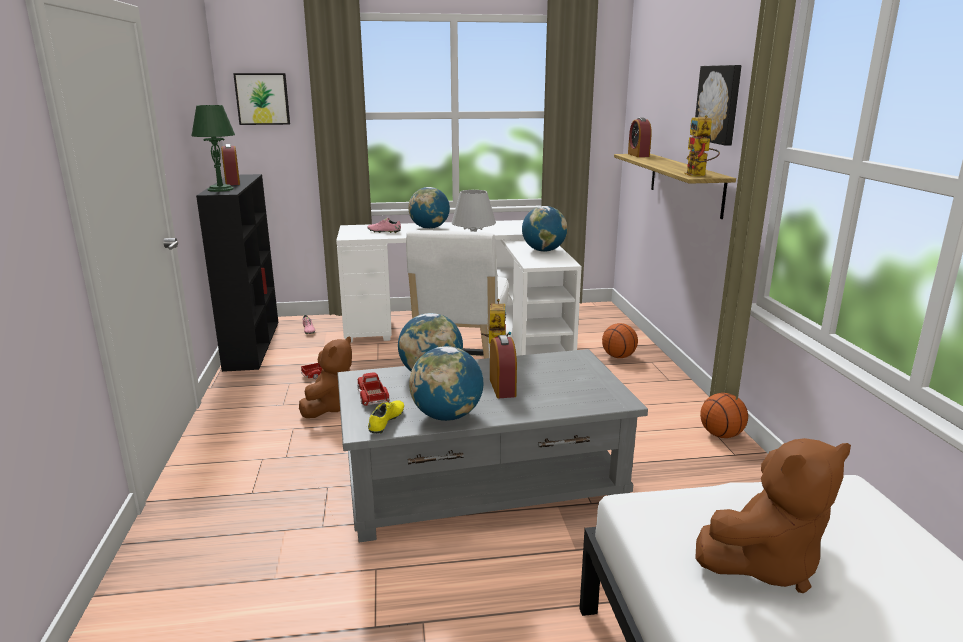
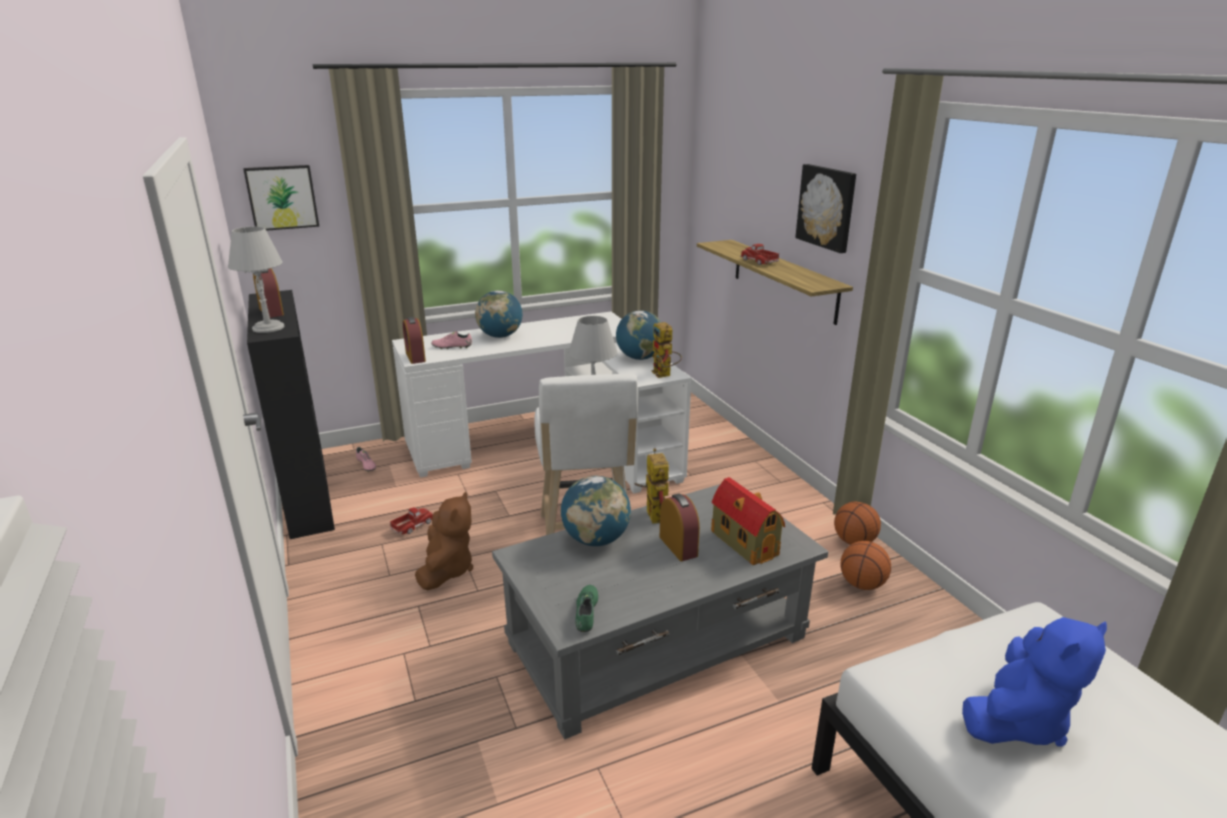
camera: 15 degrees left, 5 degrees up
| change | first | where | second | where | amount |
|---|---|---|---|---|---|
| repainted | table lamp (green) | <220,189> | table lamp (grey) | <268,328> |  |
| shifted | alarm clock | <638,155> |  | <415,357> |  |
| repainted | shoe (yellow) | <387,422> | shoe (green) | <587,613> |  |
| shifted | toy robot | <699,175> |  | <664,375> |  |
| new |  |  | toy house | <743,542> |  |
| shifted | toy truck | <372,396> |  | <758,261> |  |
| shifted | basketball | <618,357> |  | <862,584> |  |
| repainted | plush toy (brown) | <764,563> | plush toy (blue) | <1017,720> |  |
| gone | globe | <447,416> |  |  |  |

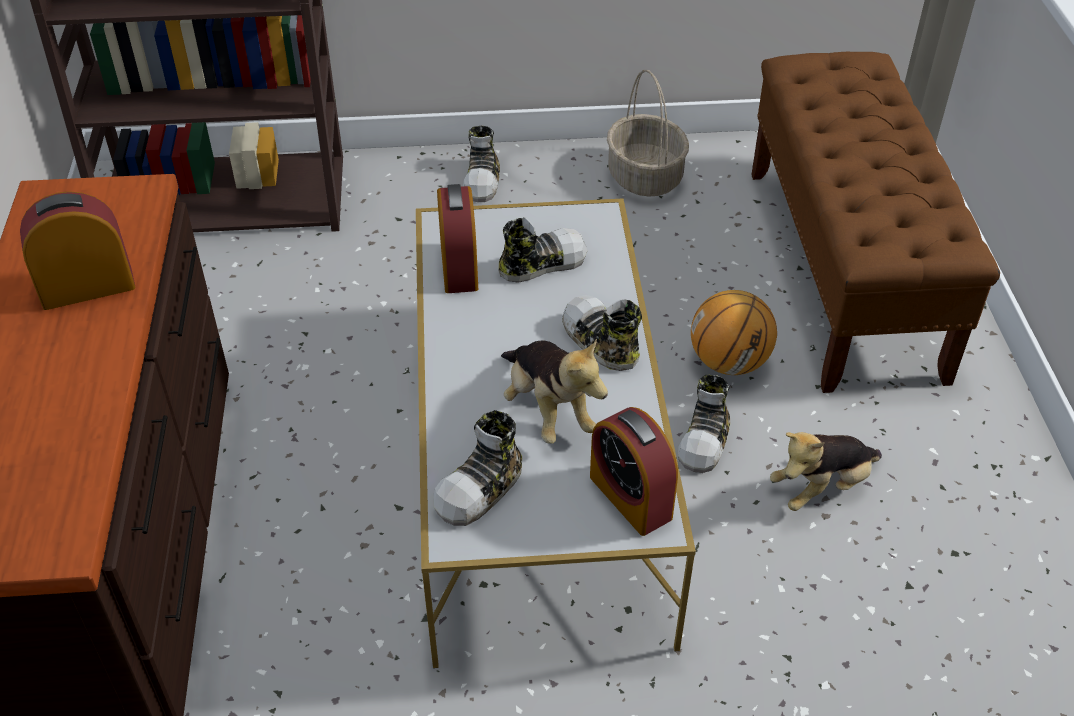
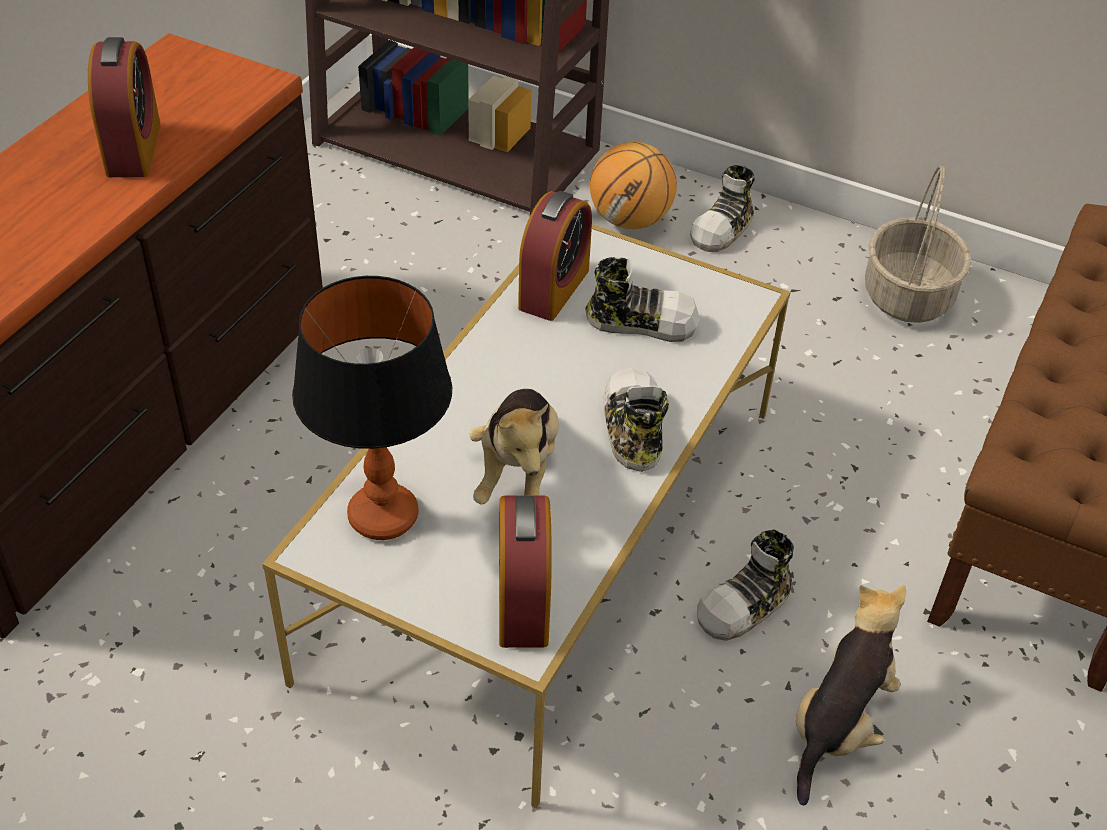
camera: 30 degrees right, 0 degrees up
| change | first | where | second | where | amount |
|---|---|---|---|---|---|
| rotated | alarm clock | <87,287> |  | <133,149> | 75 degrees clockwise |
| swapped | shoe | <481,489> | table lamp | <384,517> |  |
| shifted | basketball | <729,362> |  | <630,220> |  |
| rotated | plush toy | <822,487> |  | <839,723> | 120 degrees clockwise |

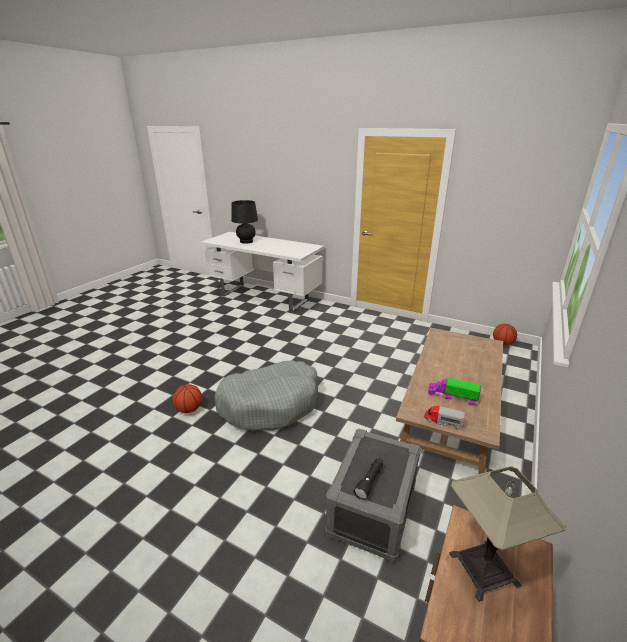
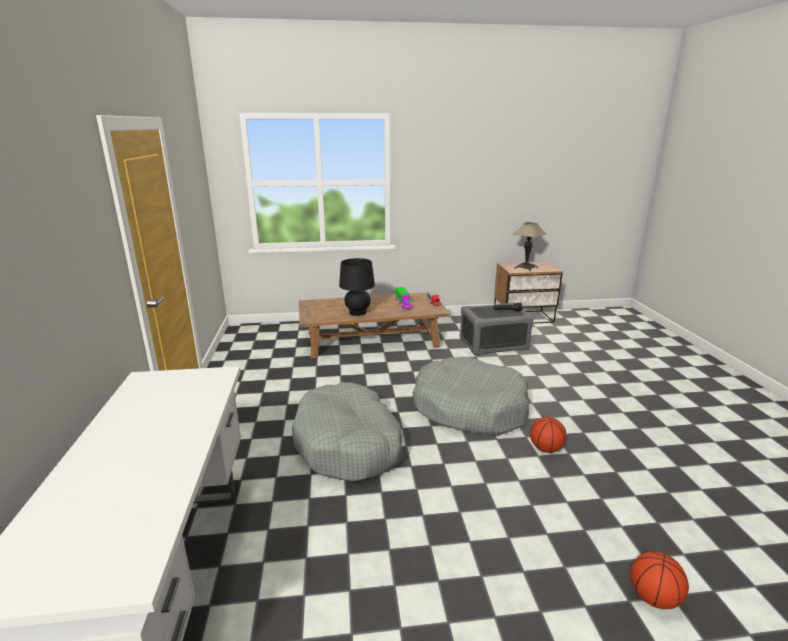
camera: 125 degrees left, 5 degrees down
| change | first | where | second | where | amount |
|---|---|---|---|---|---|
| new |  |  | dog bed (grey) | <349,444> |  |
| shifted | table lamp (black) | <246,241> |  | <357,312> |  |
| shifted | basketball | <502,344> |  | <653,598> |  |

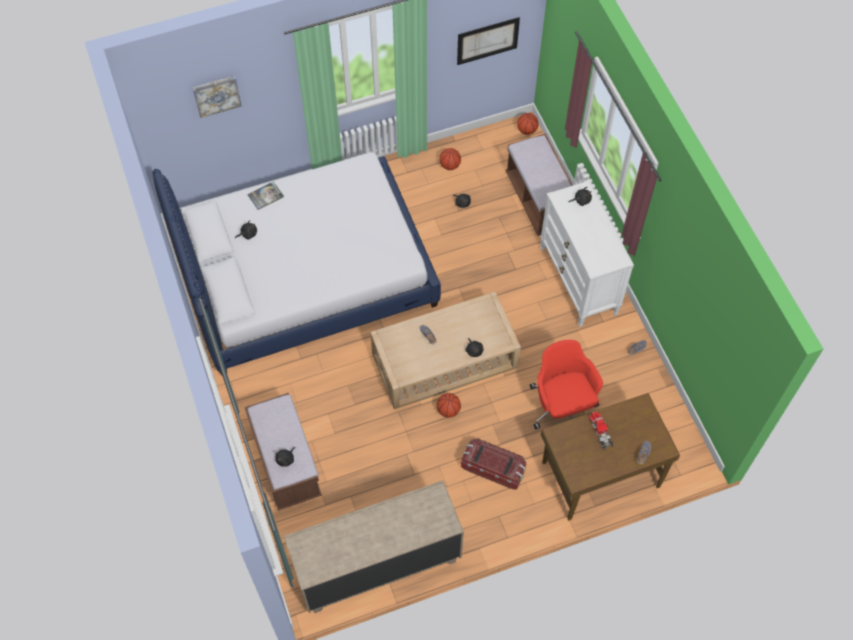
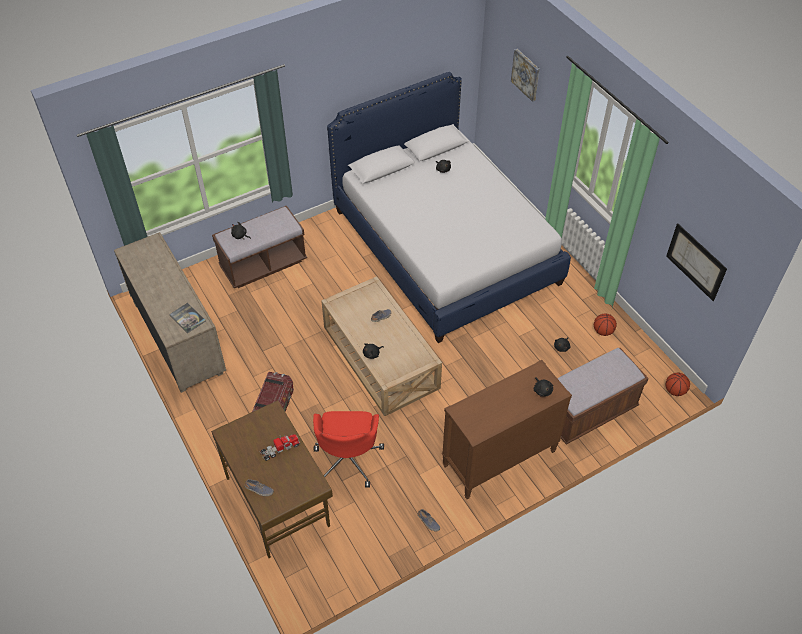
camera: 80 degrees right, 10 degrees down
| change | first | where | second | where | amount |
|---|---|---|---|---|---|
| shifted | book | <265,196> |  | <187,318> |  |
| rotated | office chair (red) | <562,406> |  | <348,459> | 120 degrees clockwise |
| repainted | dresser (white) | <578,281> | dresser (brown) | <499,459> |  |
| gone | basketball | <448,410> |  |  |  |

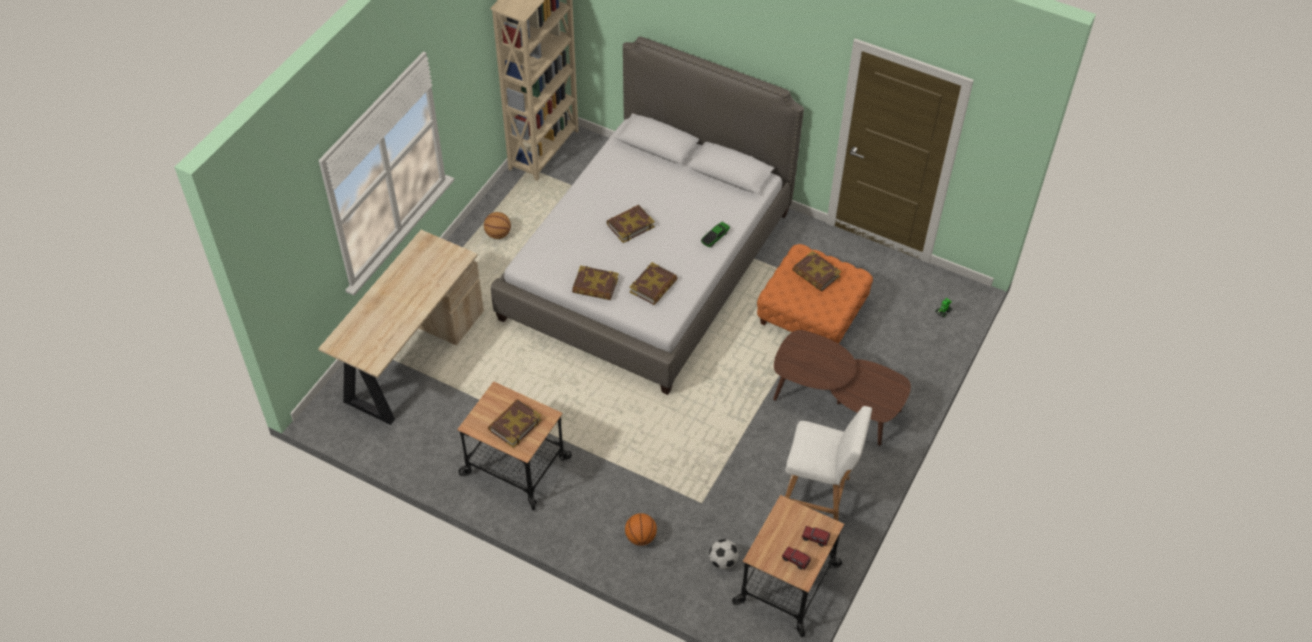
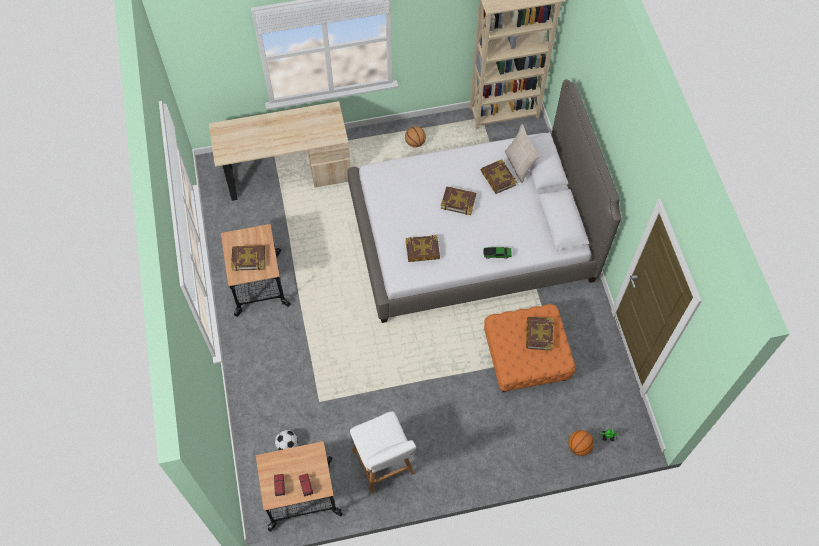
camera: 50 degrees right, 10 degrees up
| change | first | where | second | where | amount |
|---|---|---|---|---|---|
| shifted | book | <595,286> |  | <498,178> |  |
| new |  |  | pillow (beige) | <519,165> |  |
| shifted | basketball | <640,537> |  | <579,447> |  |
| gone | coffee table (brown) | <835,403> |  |  |  |

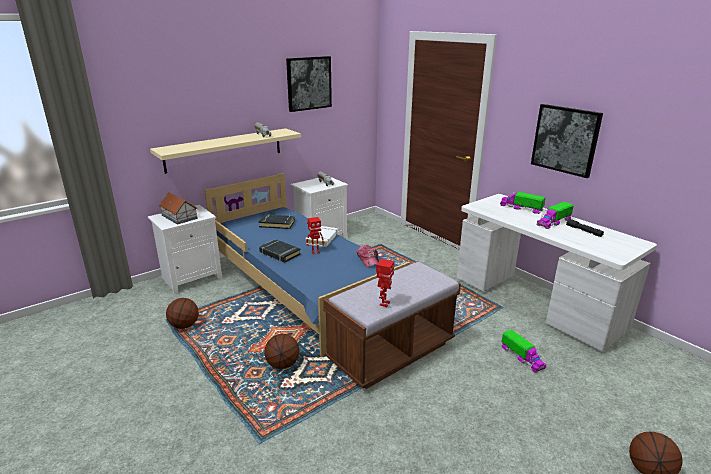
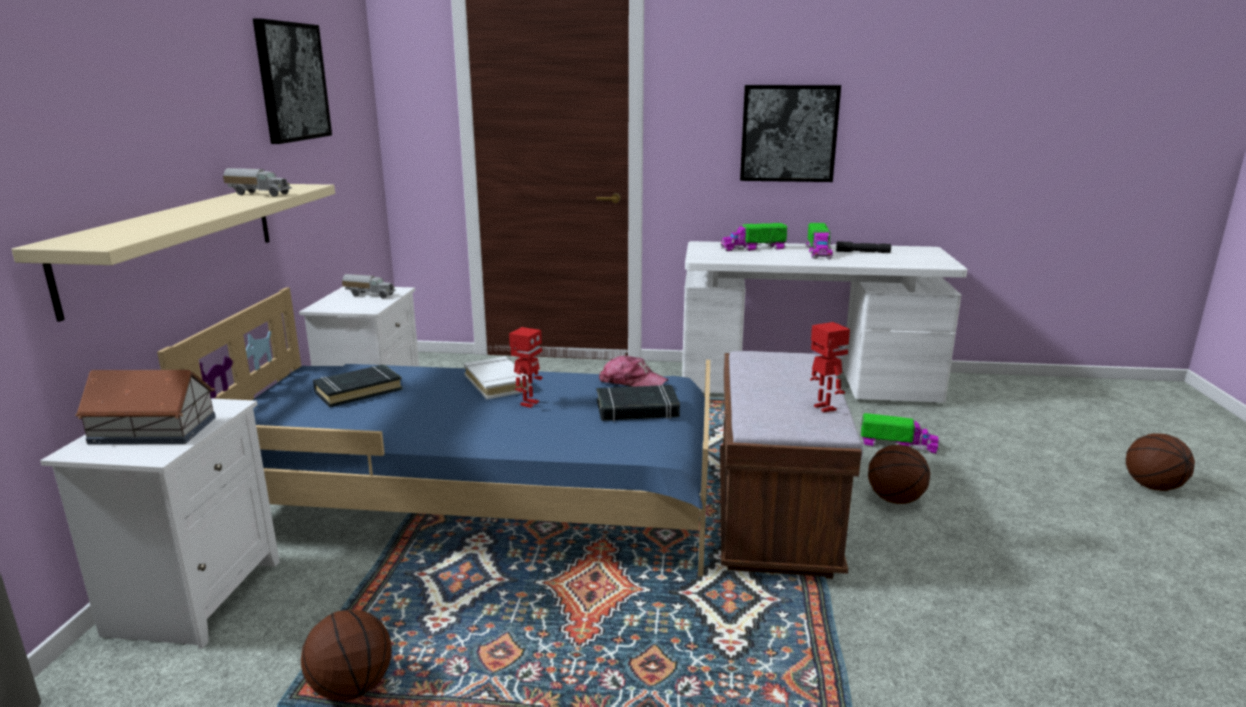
camera: 45 degrees left, 5 degrees down
| change | first | where | second | where | amount |
|---|---|---|---|---|---|
| shifted | book (black) | <279,253> |  | <637,409> |  |
| shifted | basketball | <282,364> |  | <894,499> |  |

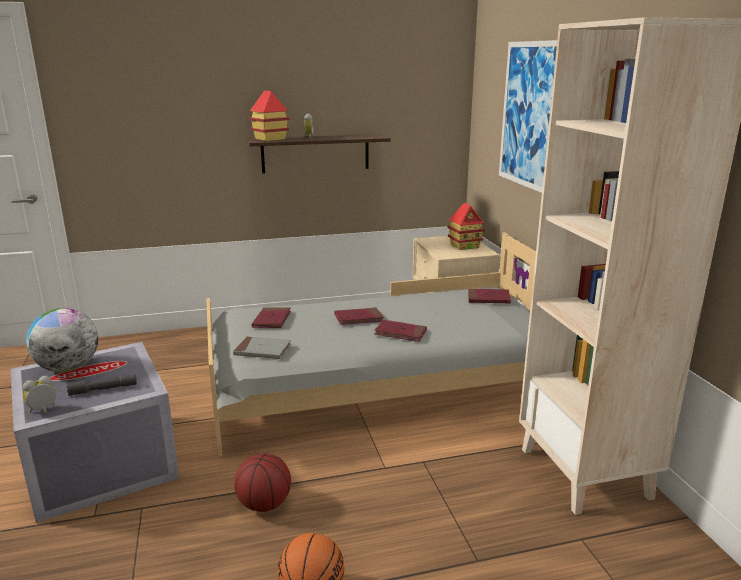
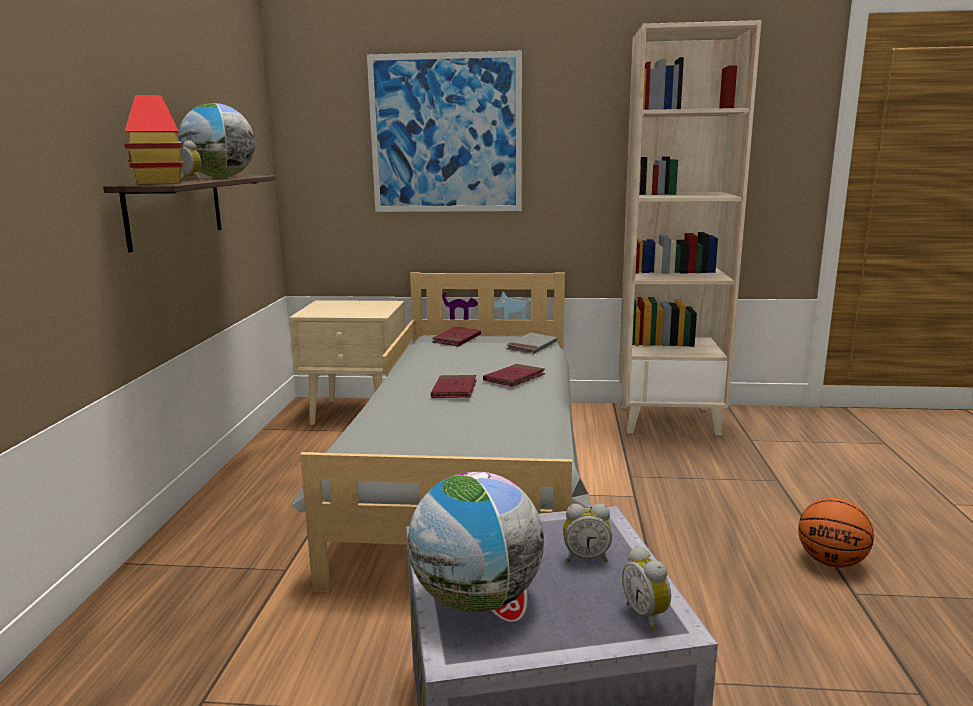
camera: 70 degrees left, 5 degrees down
| change | first | where | second | where | amount |
|---|---|---|---|---|---|
| new |  |  | globe | <221,177> |  |
| shifted | book (grey) | <262,350> |  | <532,346> |  |
| swapped | flashlight (grey) | <103,389> | alarm clock | <586,557> |  |
| gone | basketball | <265,504> |  |  |  |
| gone | book (red) | <272,320> |  |  |  |
| gone | toy house | <465,246> |  |  |  |

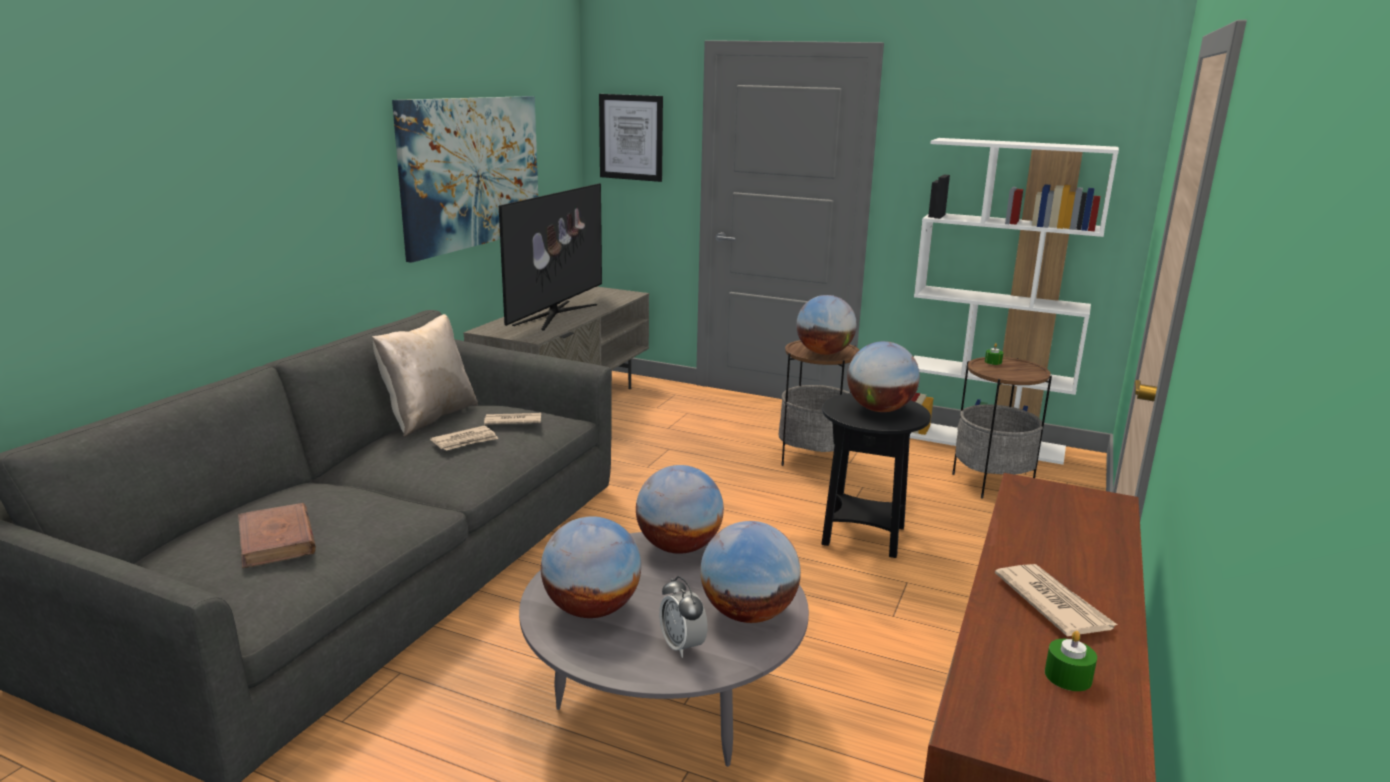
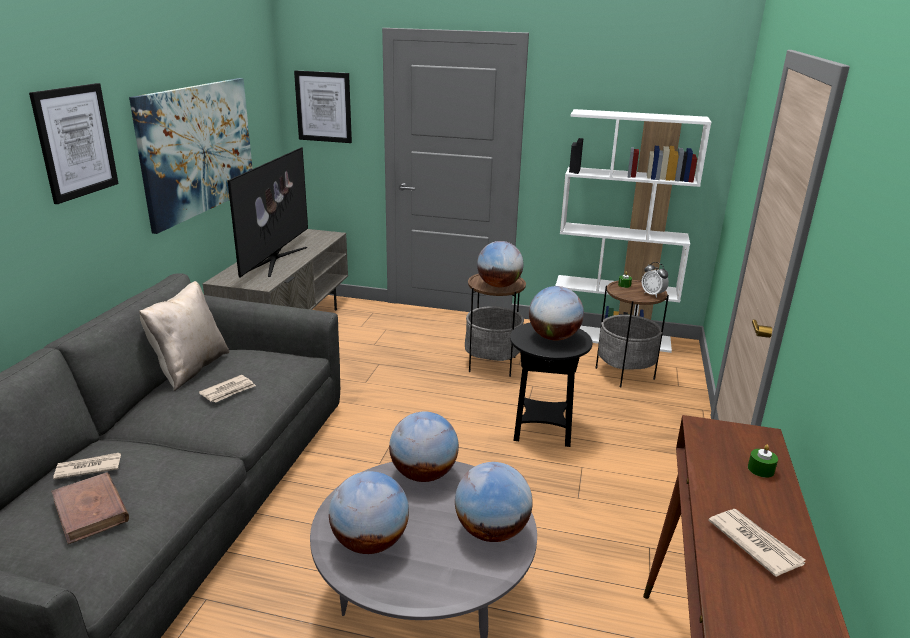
camera: 10 degrees left, 5 degrees up
| change | first | where | second | where | amount |
|---|---|---|---|---|---|
| new |  |  | picture | <75,142> |  |
| shifted | newspaper | <512,421> |  | <88,468> |  |
| shifted | alarm clock | <682,646> |  | <653,294> |  |
| shifted | candle (green) | <1068,676> |  | <760,469> |  |

